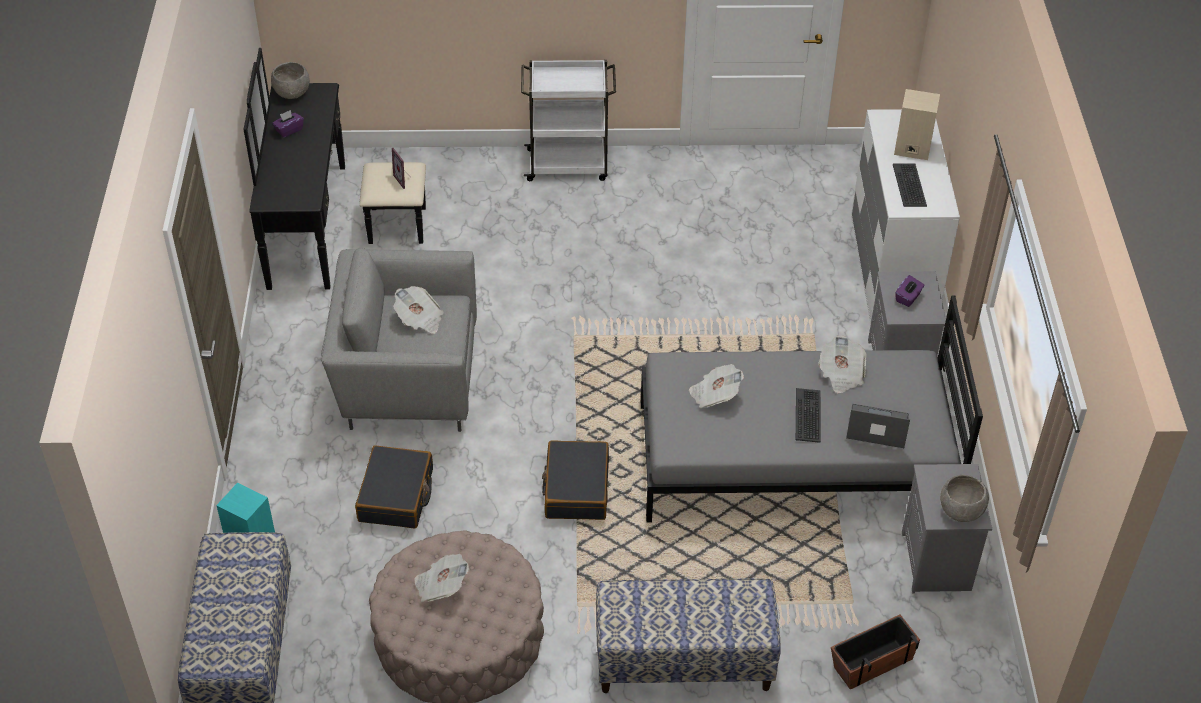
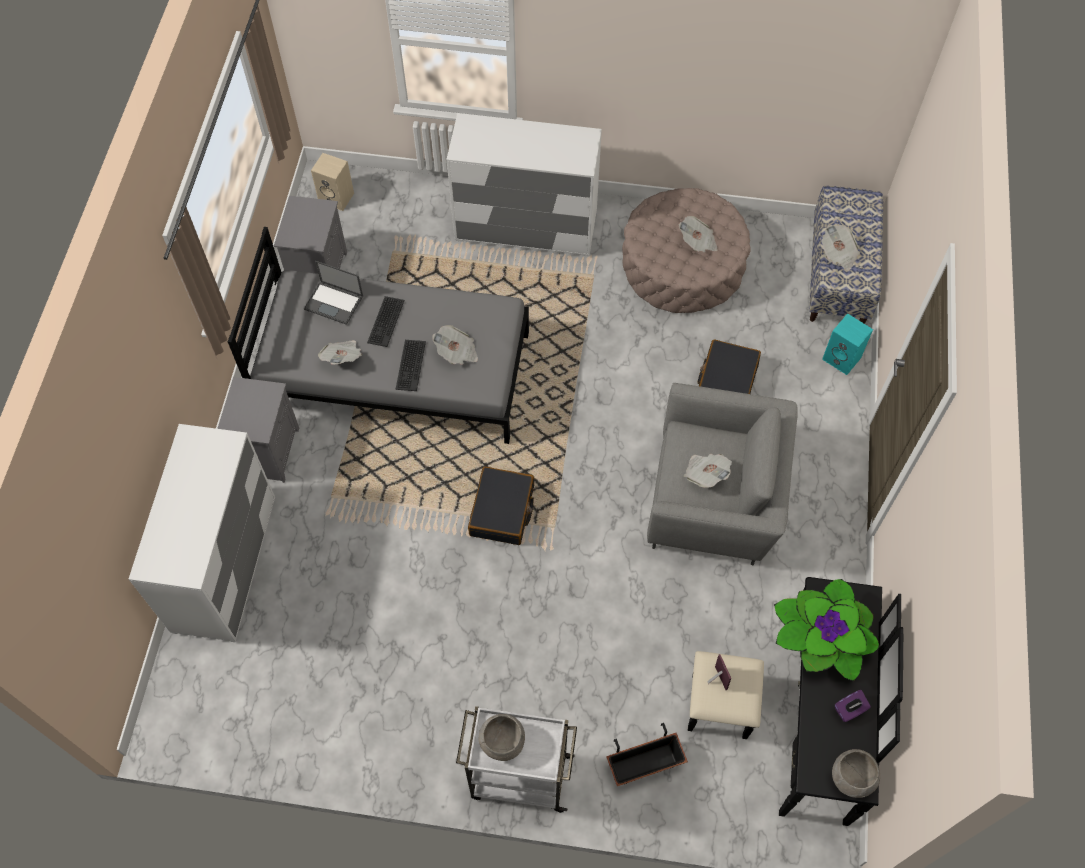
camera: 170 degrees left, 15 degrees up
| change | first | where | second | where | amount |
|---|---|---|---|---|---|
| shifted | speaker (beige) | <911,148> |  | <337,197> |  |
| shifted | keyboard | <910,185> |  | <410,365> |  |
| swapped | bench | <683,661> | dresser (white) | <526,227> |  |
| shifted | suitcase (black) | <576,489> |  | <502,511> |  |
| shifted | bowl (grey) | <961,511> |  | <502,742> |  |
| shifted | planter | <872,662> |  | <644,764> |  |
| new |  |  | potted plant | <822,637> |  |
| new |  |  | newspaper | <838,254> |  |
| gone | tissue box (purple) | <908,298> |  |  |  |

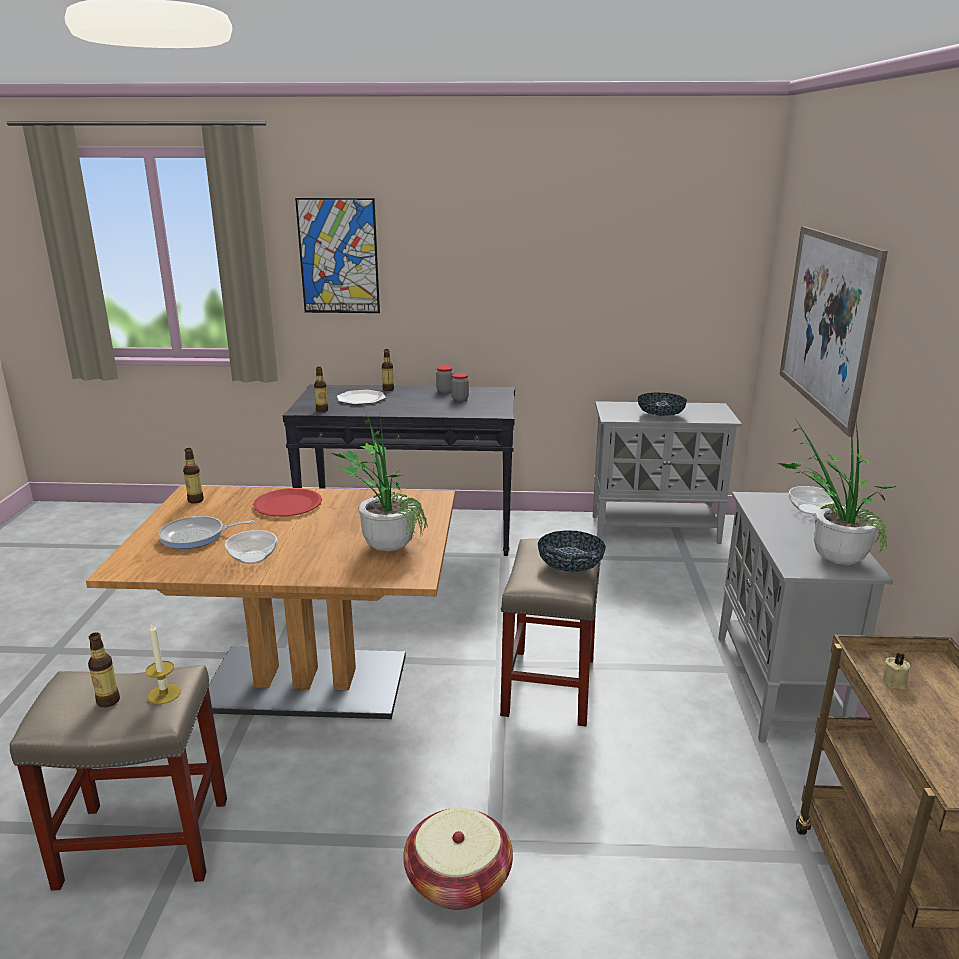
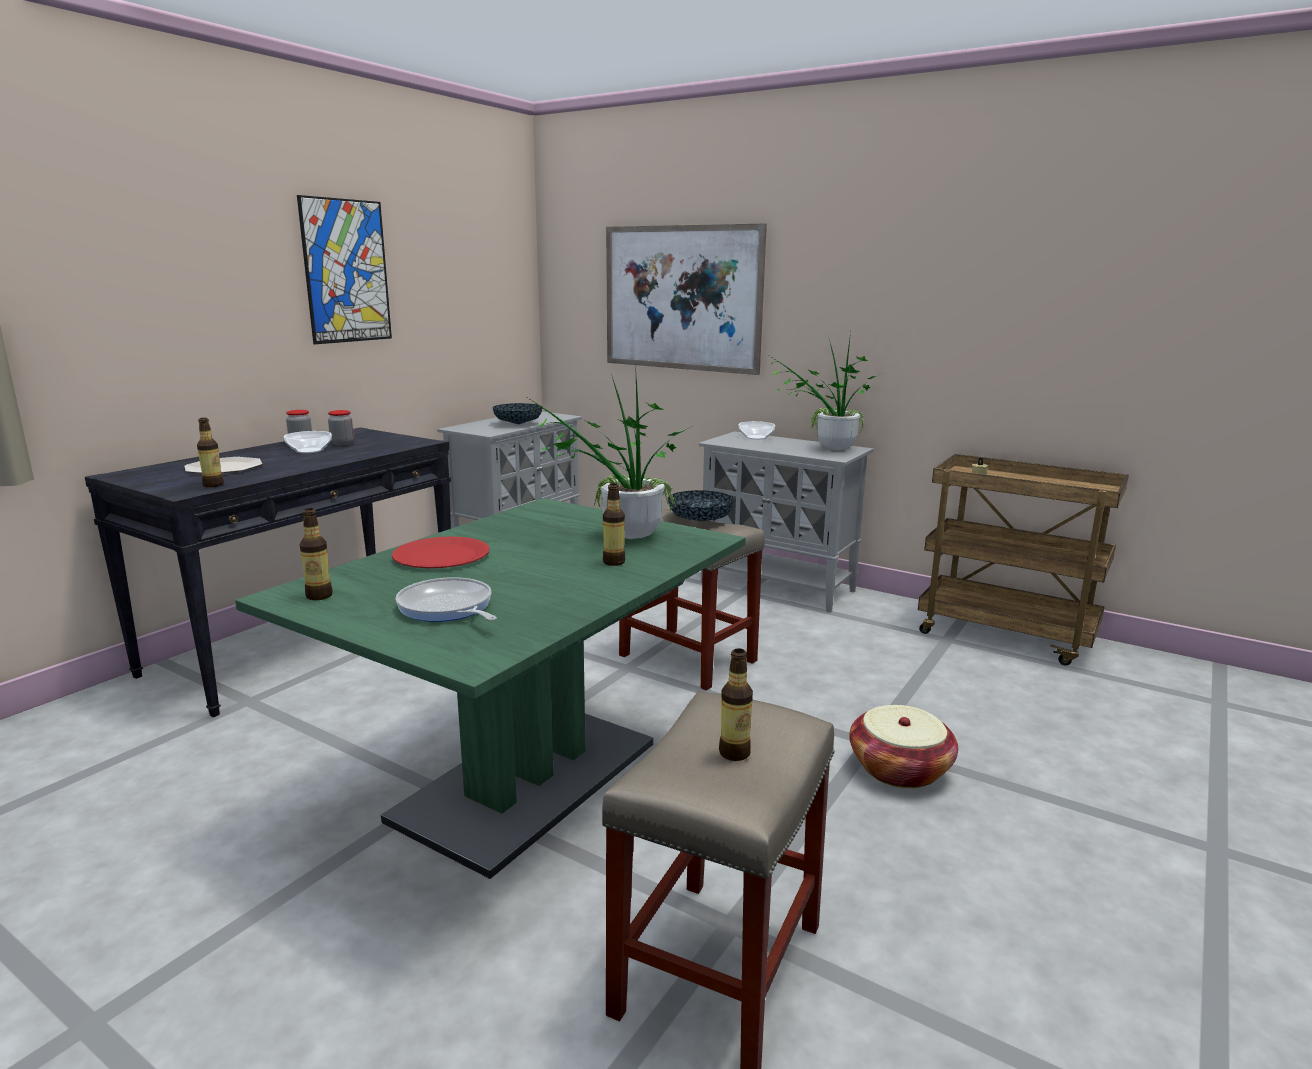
camera: 60 degrees left, 5 degrees down
| change | first | where | second | where | amount |
|---|---|---|---|---|---|
| repainted | dining table (brown) | <306,683> | dining table (green) | <528,780> |  |
| shifted | bowl | <253,557> |  | <310,450> |  |
| shifted | picture | <338,256> |  | <346,271> |  |
| rotated | frying pan | <196,536> |  | <447,608> | 120 degrees clockwise |
| shifted | bottle | <388,389> |  | <613,562> |  |
| gone | candle | <164,694> |  |  |  |

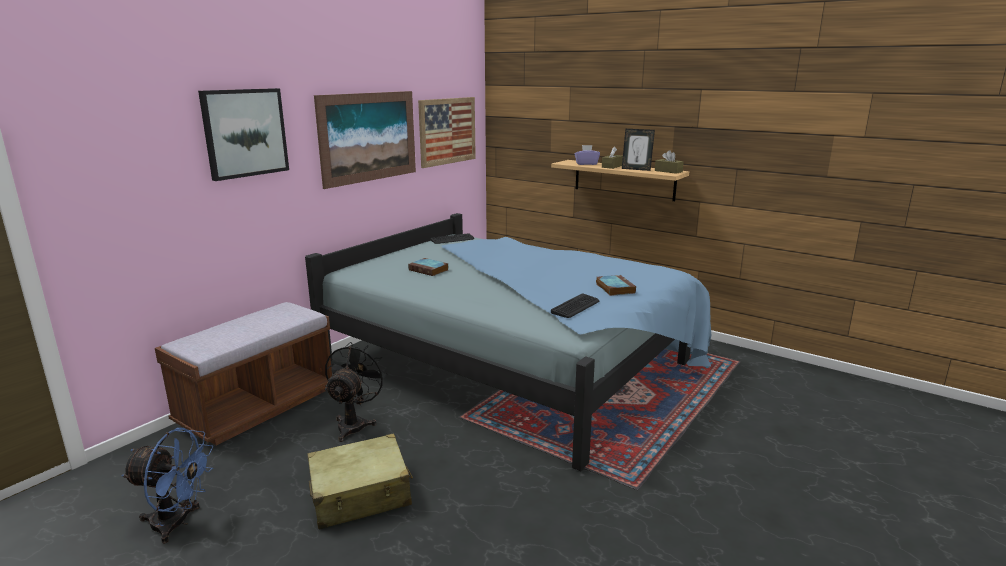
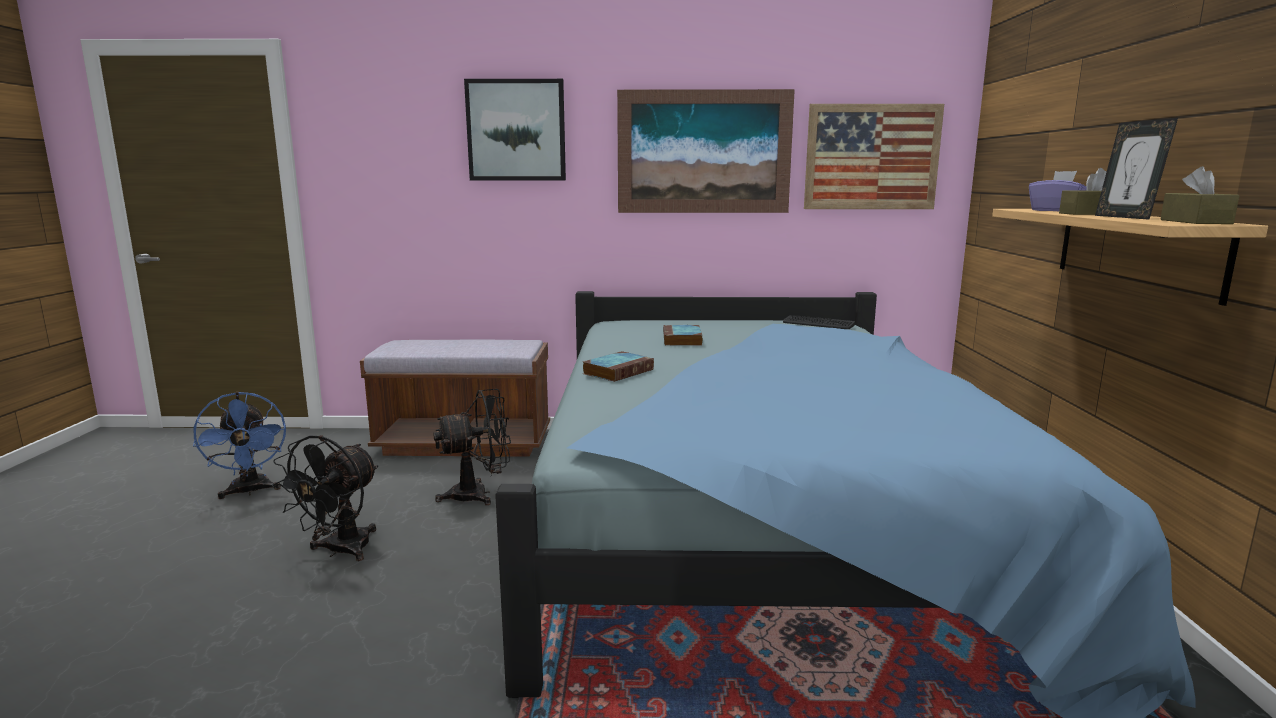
camera: 55 degrees right, 5 degrees down
| change | first | where | second | where | amount |
|---|---|---|---|---|---|
| swapped | suitcase (beige) | <360,494> | fan (black) | <340,551> |  |
| shifted | book | <614,288> |  | <618,371> |  |
| gone | keyboard | <575,307> |  |  |  |

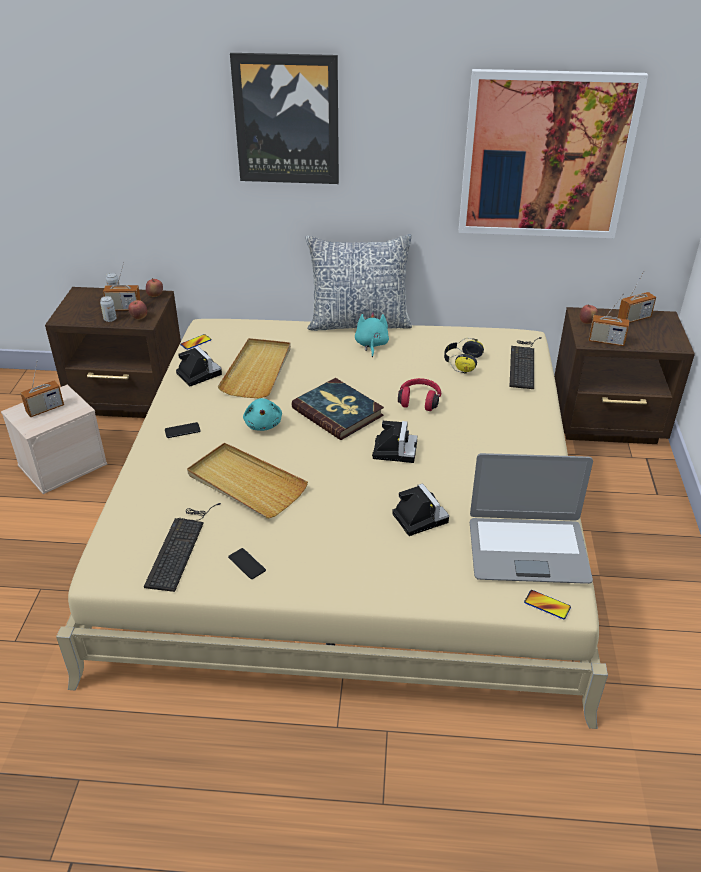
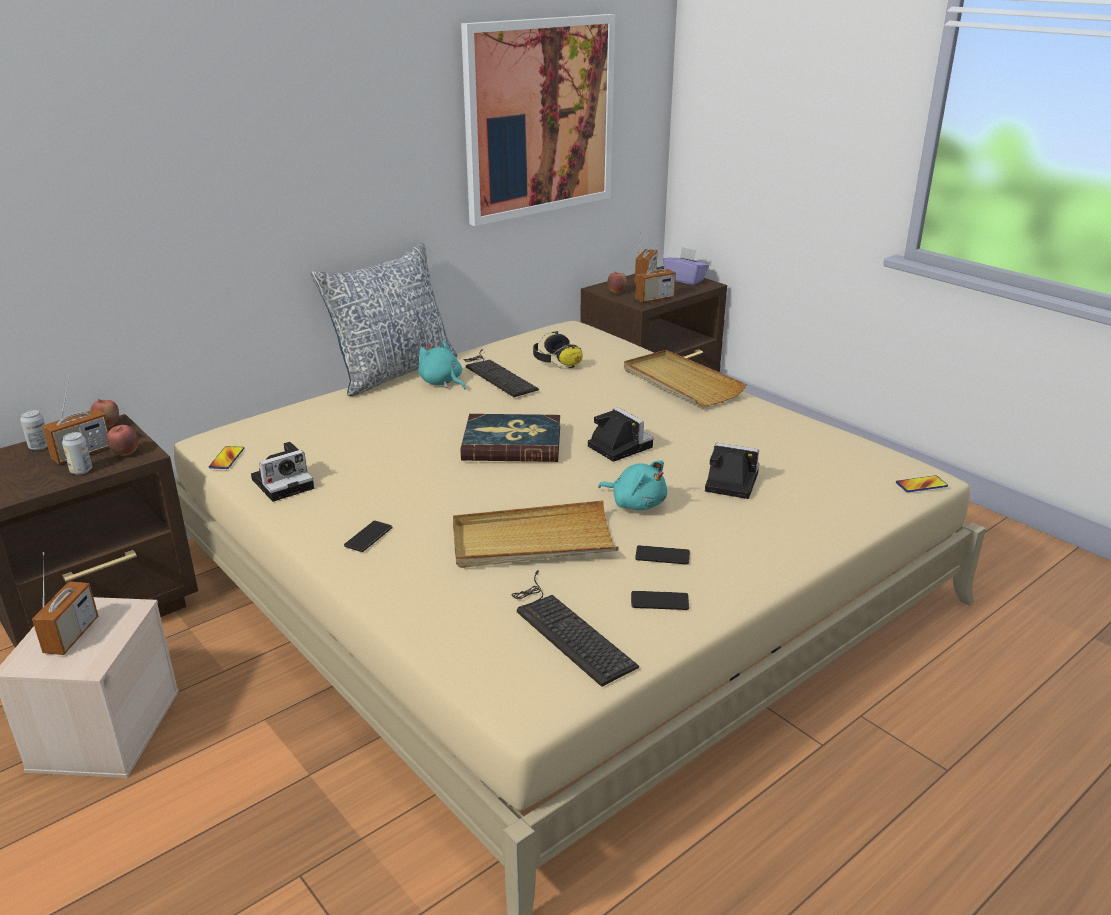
camera: 45 degrees left, 10 degrees down
| change | first | where | second | where | amount |
|---|---|---|---|---|---|
| rotated | photo camera | <197,373> |  | <285,483> | 135 degrees clockwise |
| shifted | keyboard | <523,362> |  | <496,374> |  |
| shifted | plush toy (turquoise) | <263,424> |  | <636,503> |  |
| shifted | tray (beige) | <257,370> |  | <680,382> |  |
| new |  |  | phone | <662,556> |  |
| new |  |  | tissue box (purple) | <685,280> |  |
| gone | picture | <287,119> |  |  |  |
| gone | headphones (red) | <419,400> |  |  |  |
| gone | laptop | <527,550> |  |  |  |

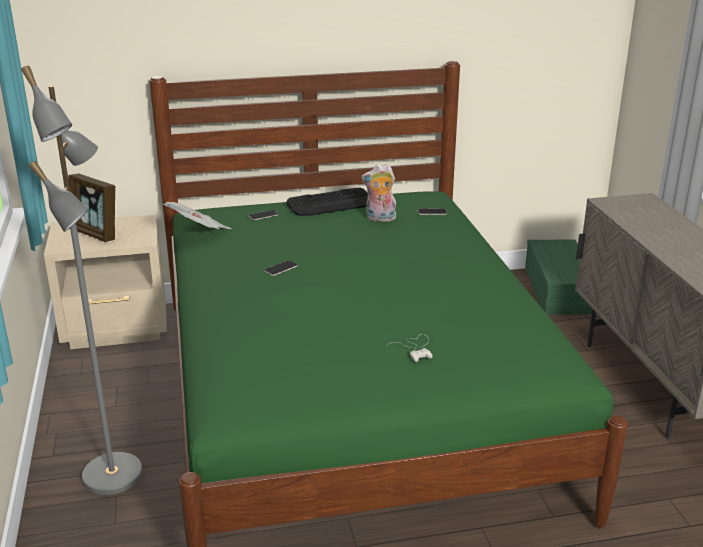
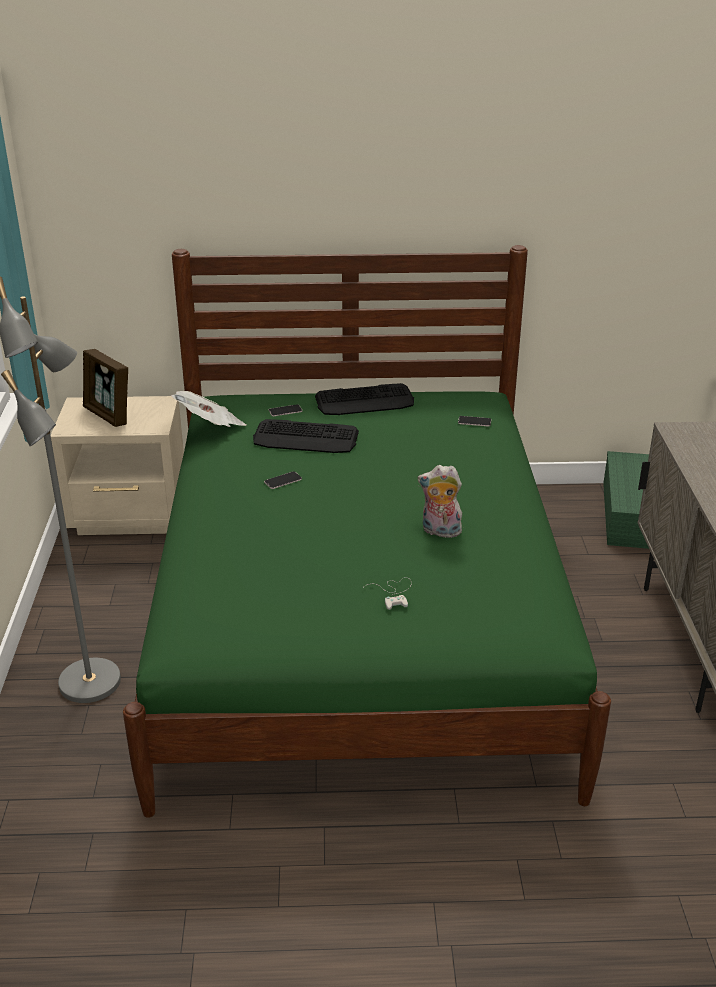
camera: 10 degrees right, 5 degrees up
| change | first | where | second | where | amount |
|---|---|---|---|---|---|
| new |  |  | keyboard | <306,438> |  |
| shifted | plush toy | <380,219> |  | <440,531> |  |

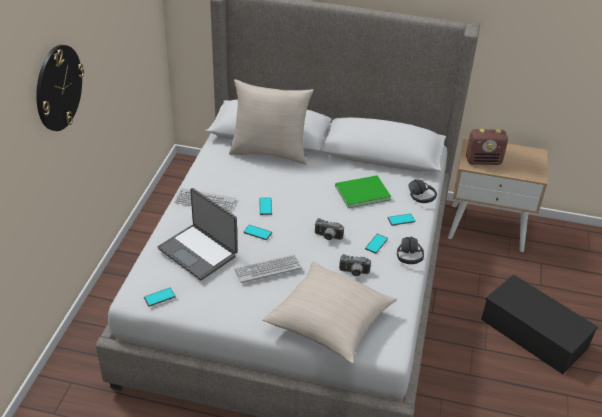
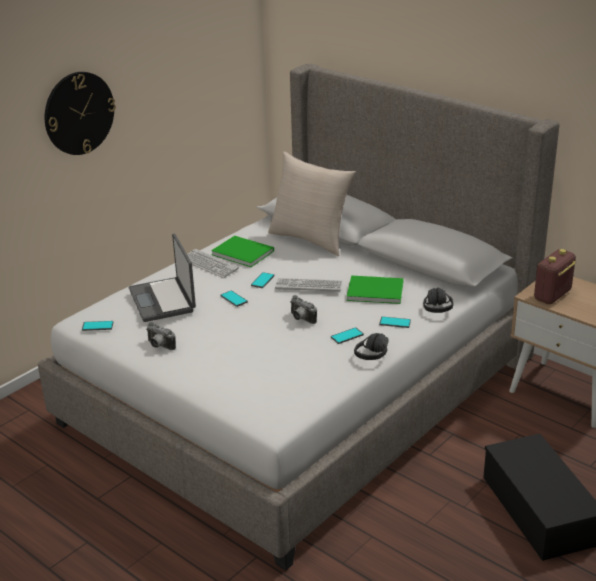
camera: 30 degrees right, 10 degrees down
| change | first | where | second | where | amount |
|---|---|---|---|---|---|
| shifted | photo camera | <354,273> |  | <159,346> |  |
| new |  |  | book (green) | <242,252> |  |
| shifted | keyboard | <268,269> |  | <308,286> |  |
| rotated | radio | <483,161> |  | <552,296> | 105 degrees clockwise |
| gone | pillow (beige) | <329,322> |  |  |  |

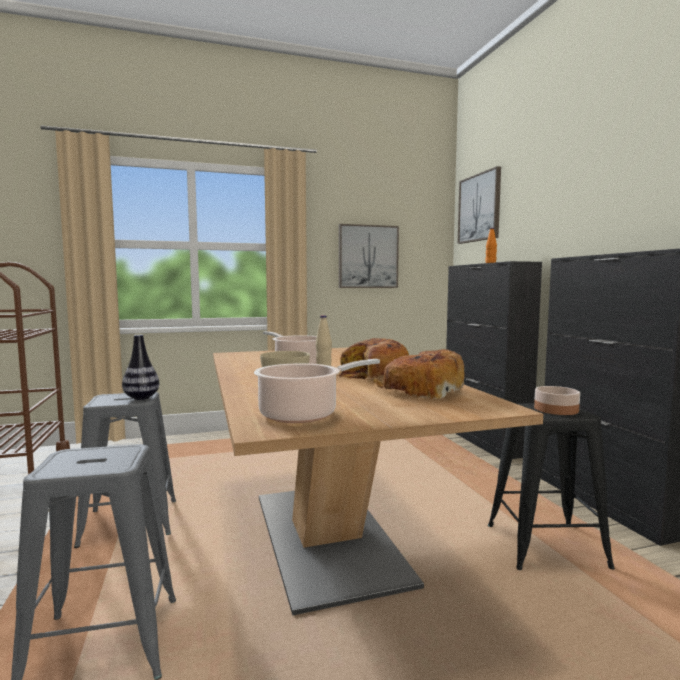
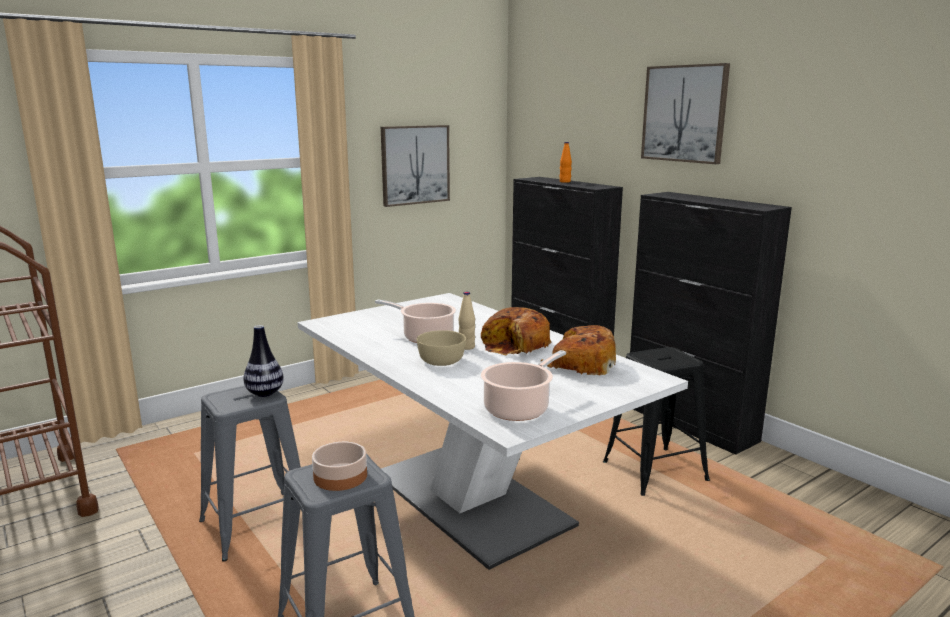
camera: 20 degrees left, 10 degrees up
| change | first | where | second | where | amount |
|---|---|---|---|---|---|
| repainted | dining table (brown) | <327,537> | dining table (white) | <470,499> |  |
| shifted | bowl | <556,409> |  | <340,476> |  |
| shifted | picture | <479,208> |  | <684,113> |  |

